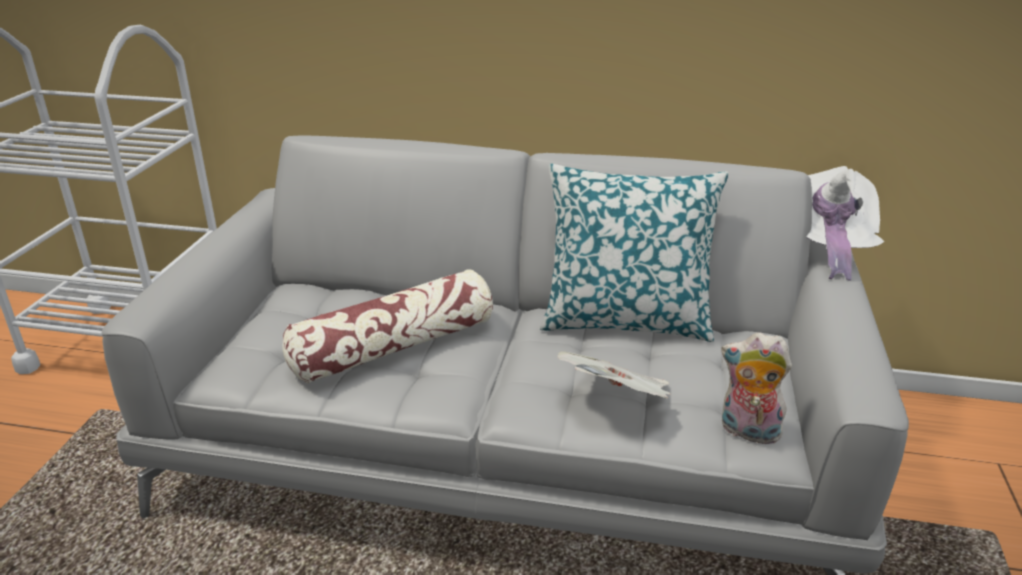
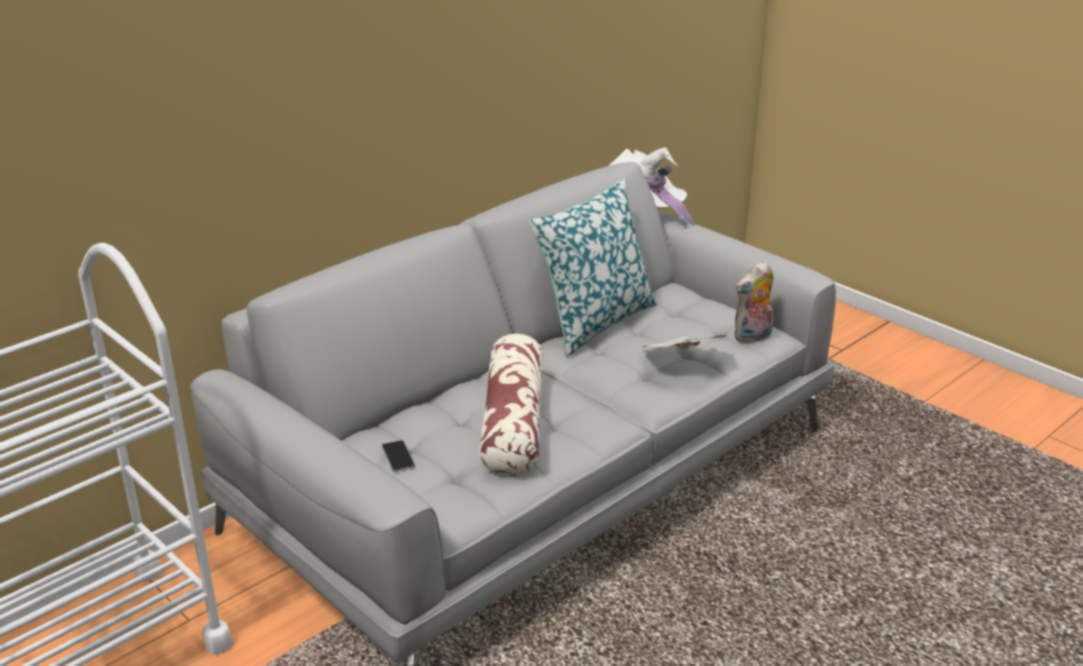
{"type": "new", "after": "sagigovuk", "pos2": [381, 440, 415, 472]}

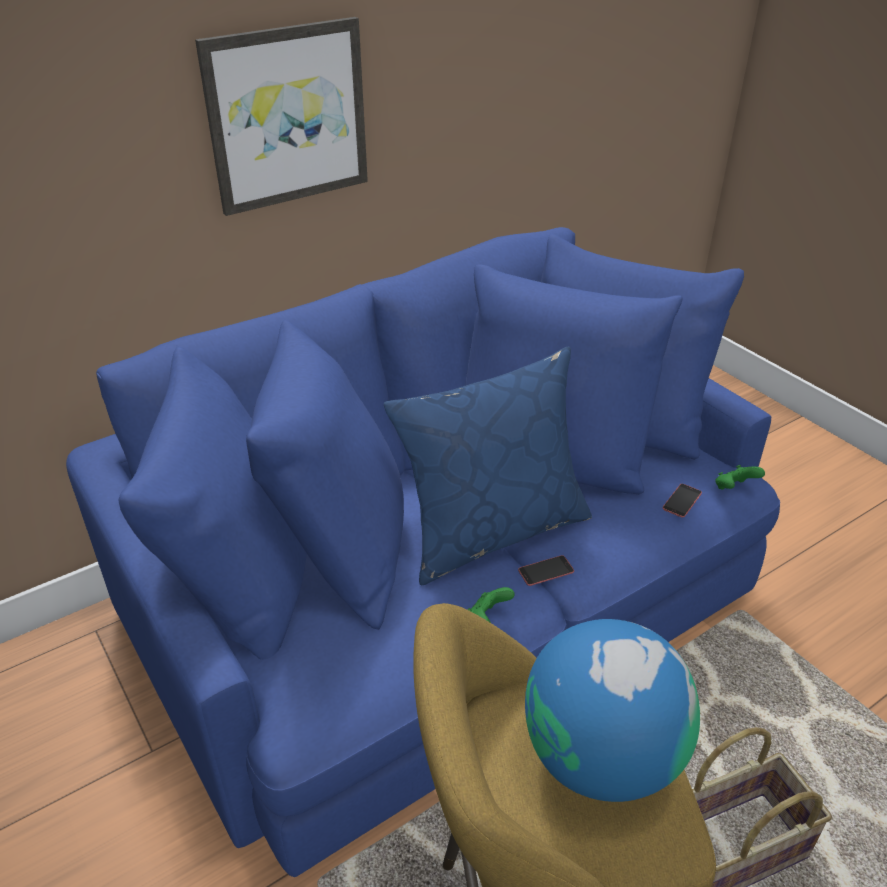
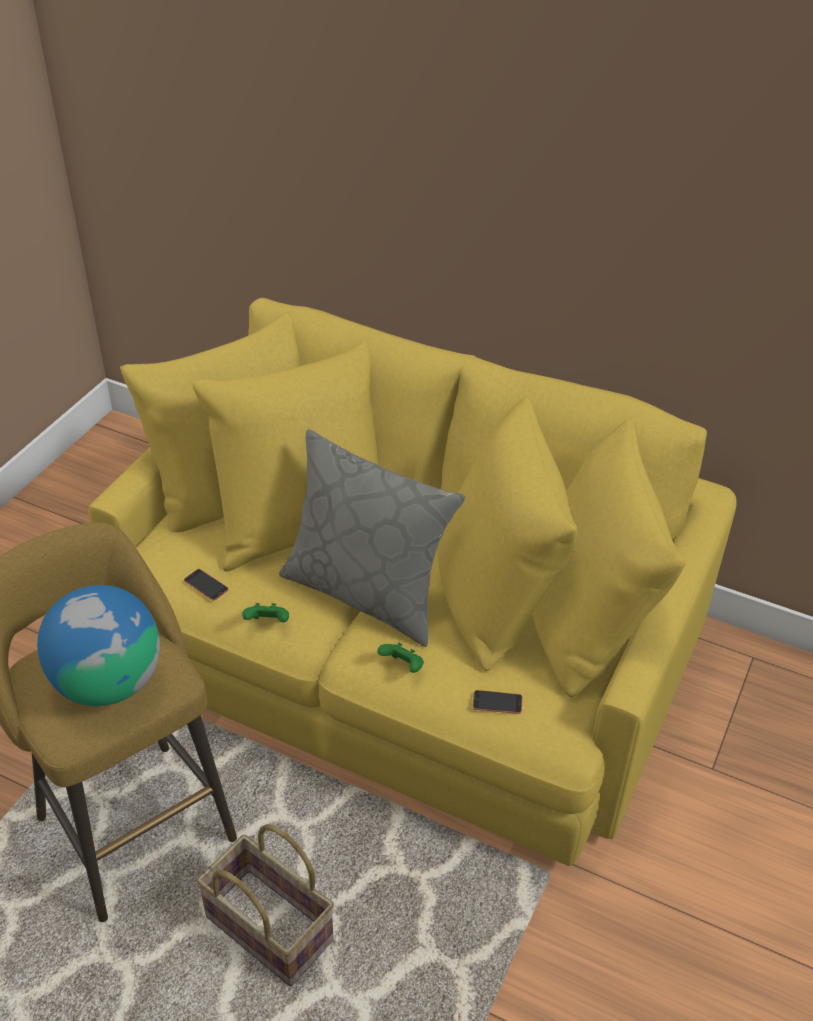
{"type": "gone", "before": "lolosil", "pos1": [195, 17, 368, 216]}
{"type": "shifted", "before": "sagigovuk", "pos1": [518, 555, 574, 586], "pos2": [184, 569, 228, 601]}
{"type": "shifted", "before": "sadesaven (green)", "pos1": [715, 465, 765, 489], "pos2": [377, 642, 424, 673]}
{"type": "repainted", "before": "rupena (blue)", "after": "rupena (yellow)", "pos1": [66, 227, 780, 877], "pos2": [88, 298, 737, 866]}
{"type": "repainted", "before": "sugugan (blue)", "after": "sugugan (grey)", "pos1": [384, 347, 592, 586], "pos2": [279, 429, 465, 647]}

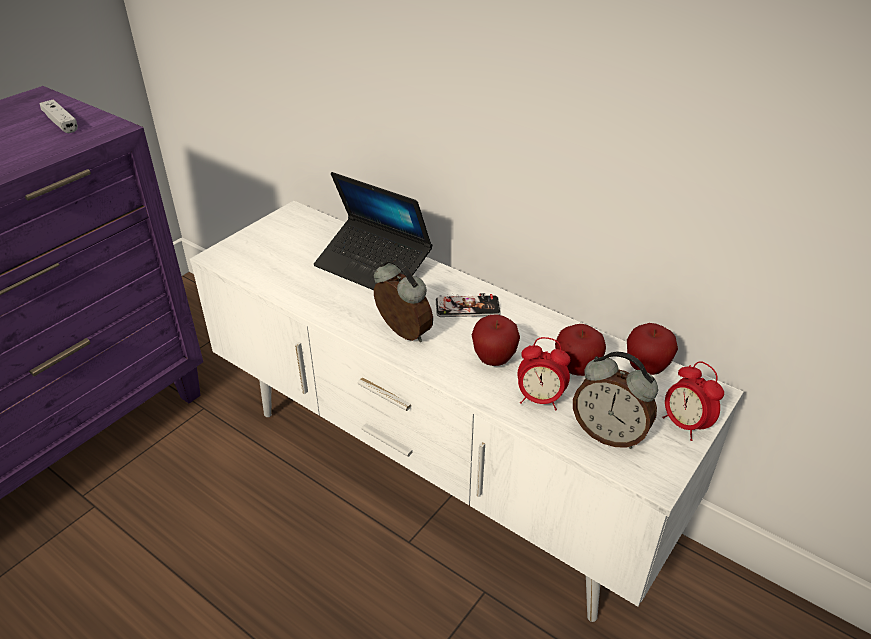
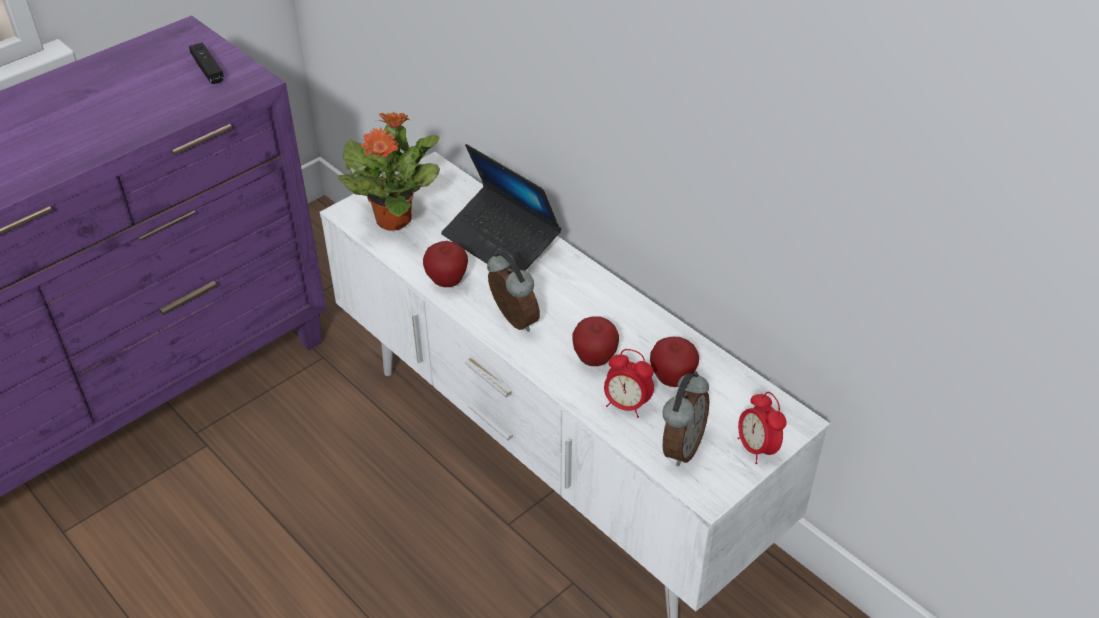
{"type": "gone", "before": "sagigovuk", "pos1": [436, 293, 501, 317]}
{"type": "new", "after": "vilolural", "pos2": [338, 112, 440, 231]}
{"type": "shifted", "before": "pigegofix", "pos1": [627, 323, 678, 375], "pos2": [423, 241, 468, 287]}
{"type": "repainted", "before": "sadesaven (white)", "after": "sadesaven (black)", "pos1": [39, 100, 78, 133], "pos2": [189, 43, 224, 84]}
{"type": "rotated", "before": "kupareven", "pos1": [573, 351, 658, 449], "pos2": [662, 371, 709, 466], "turn": -105}

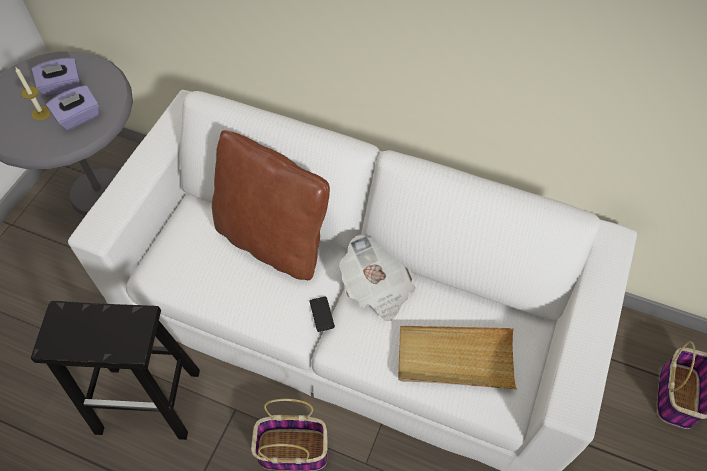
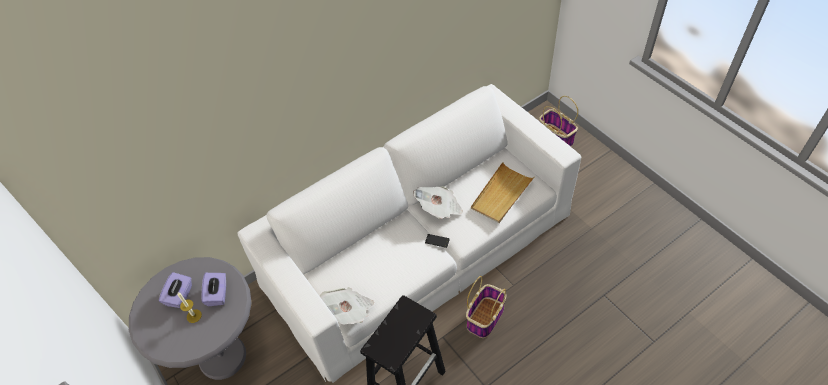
{"type": "gone", "before": "sugugan (brown)", "pos1": [212, 130, 330, 280]}
{"type": "new", "after": "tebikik", "pos2": [320, 287, 374, 325]}

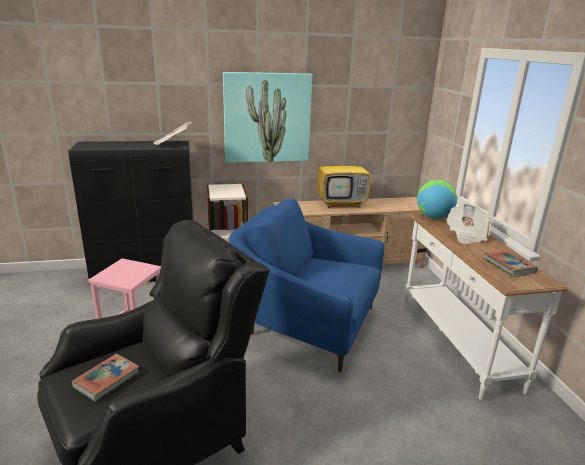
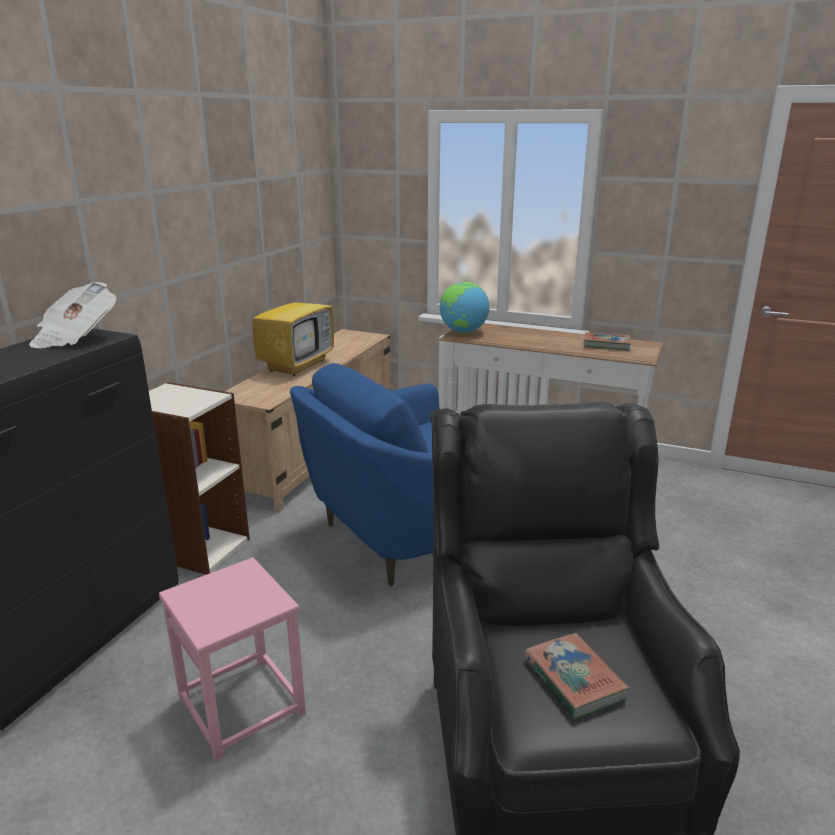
{"type": "gone", "before": "lolosil", "pos1": [223, 72, 312, 162]}
{"type": "gone", "before": "tebikik", "pos1": [446, 204, 492, 244]}

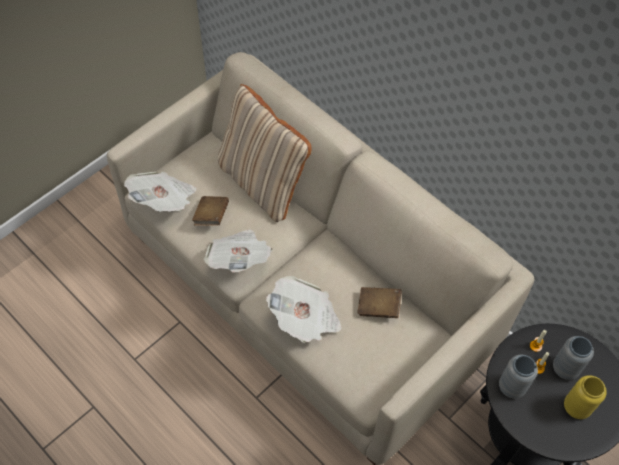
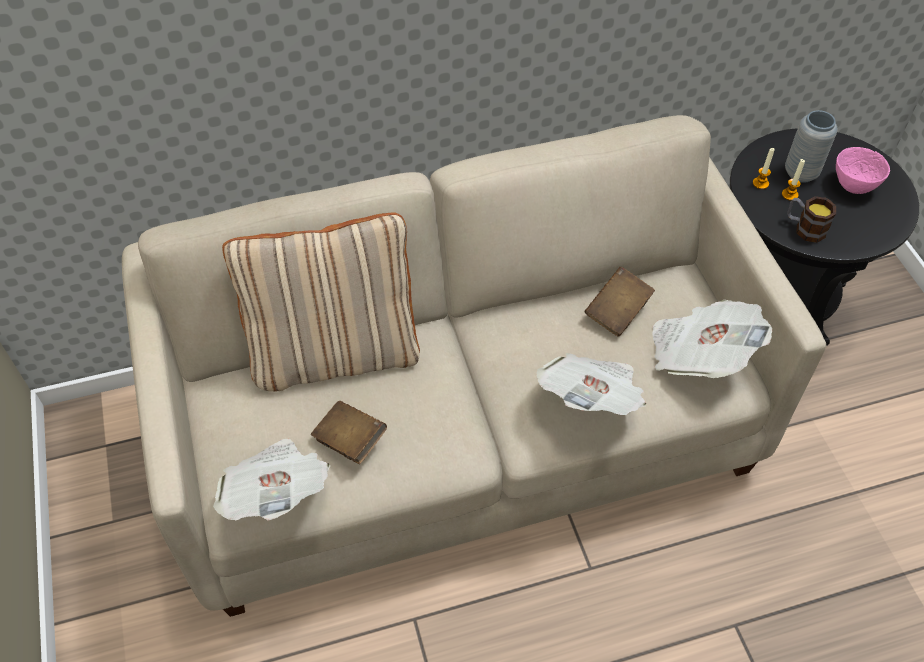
{"type": "shifted", "before": "tebikik", "pos1": [204, 229, 273, 273], "pos2": [652, 300, 772, 378]}
{"type": "swapped", "before": "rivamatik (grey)", "after": "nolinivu", "pos1": [499, 355, 538, 398], "pos2": [787, 196, 836, 243]}
{"type": "swapped", "before": "rivamatik (yellow)", "after": "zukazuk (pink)", "pos1": [564, 375, 607, 419], "pos2": [836, 147, 890, 194]}

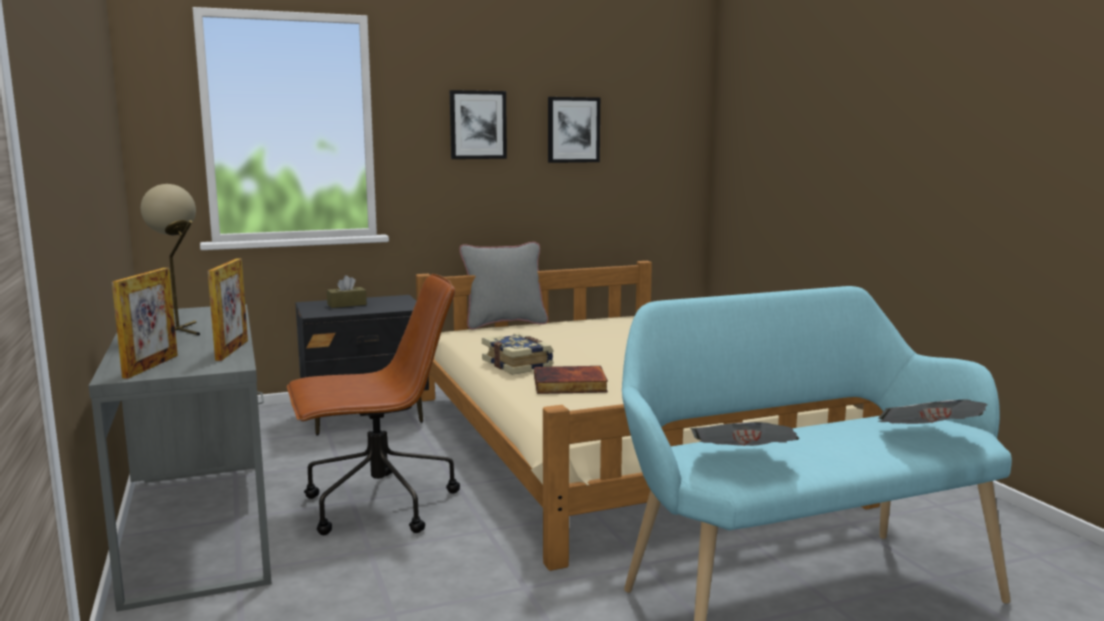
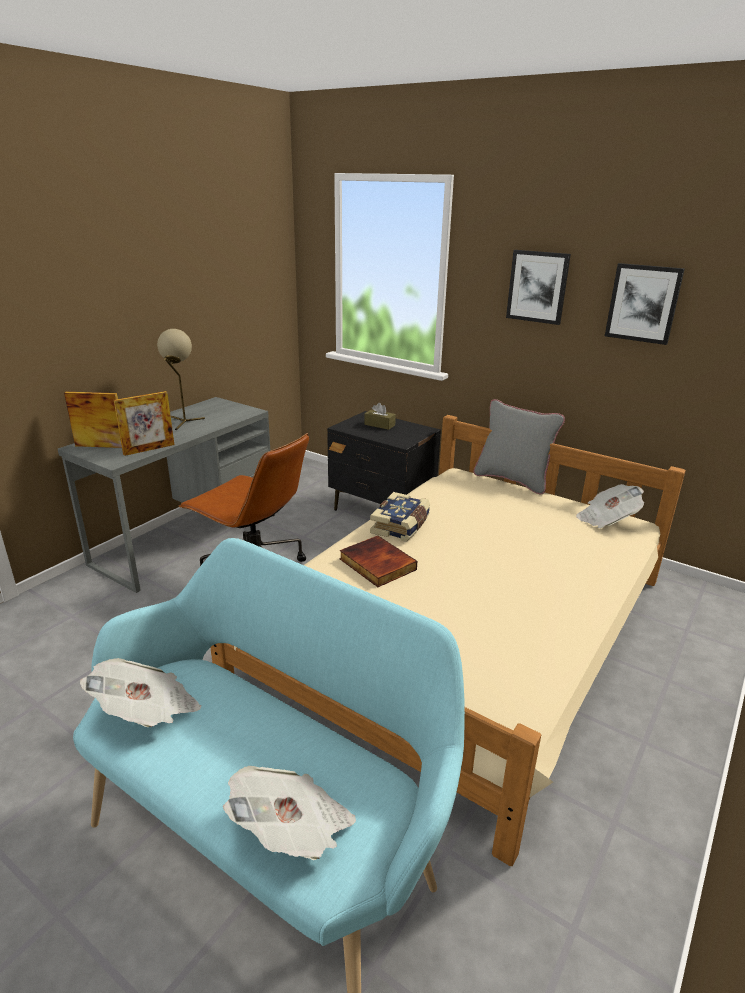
{"type": "new", "after": "tebikik", "pos2": [576, 484, 644, 528]}
{"type": "rotated", "before": "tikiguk", "pos1": [112, 268, 178, 379], "pos2": [64, 392, 122, 448], "turn": -150}

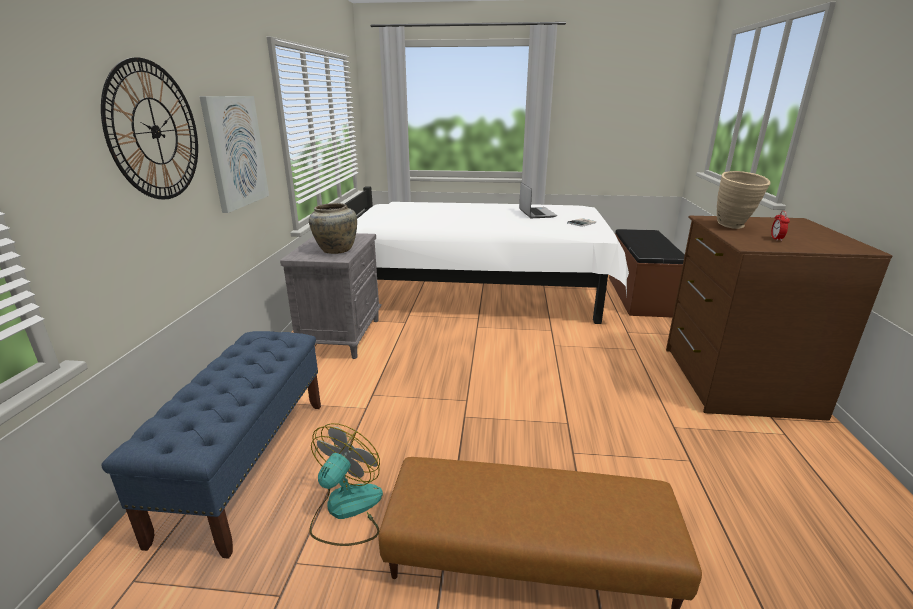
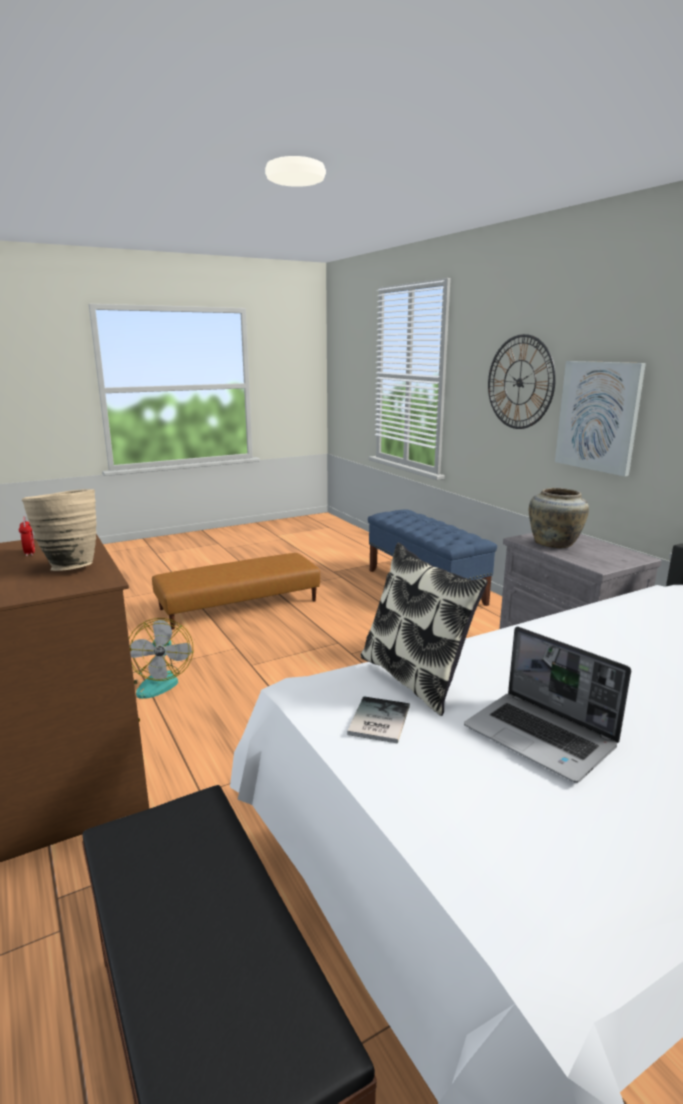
{"type": "new", "after": "sugugan", "pos2": [360, 543, 488, 716]}
{"type": "shifted", "before": "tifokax", "pos1": [310, 423, 383, 546], "pos2": [129, 618, 193, 699]}

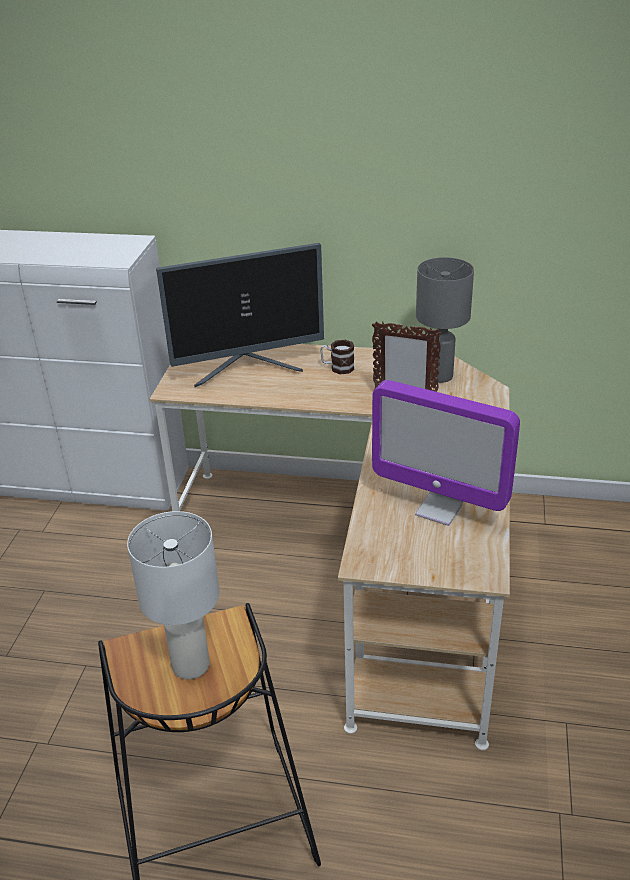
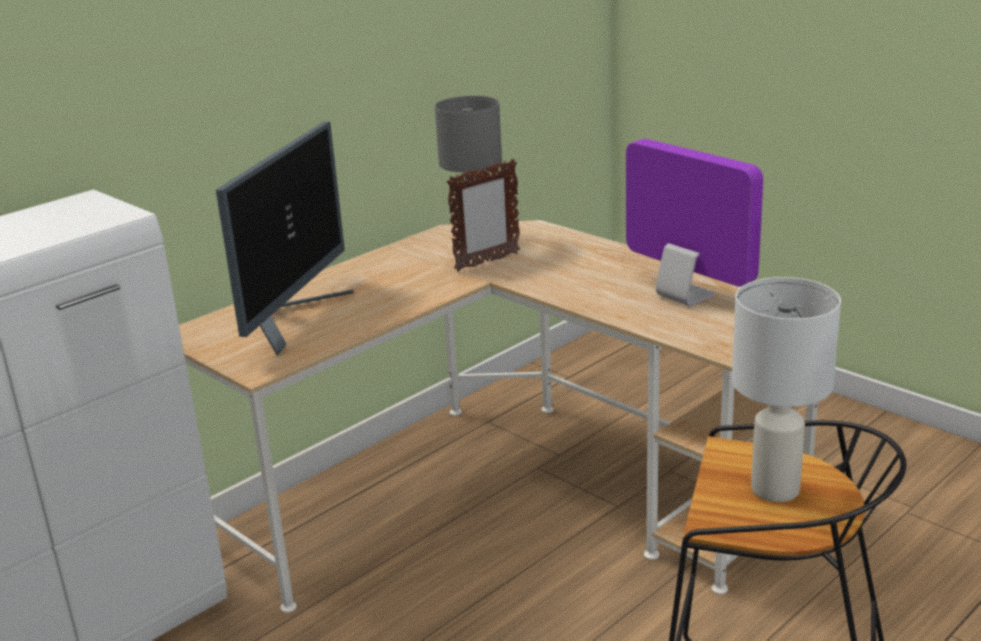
{"type": "gone", "before": "nolinivu", "pos1": [320, 340, 355, 374]}
{"type": "rotated", "before": "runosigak", "pos1": [372, 380, 520, 526], "pos2": [626, 139, 763, 306], "turn": -105}

